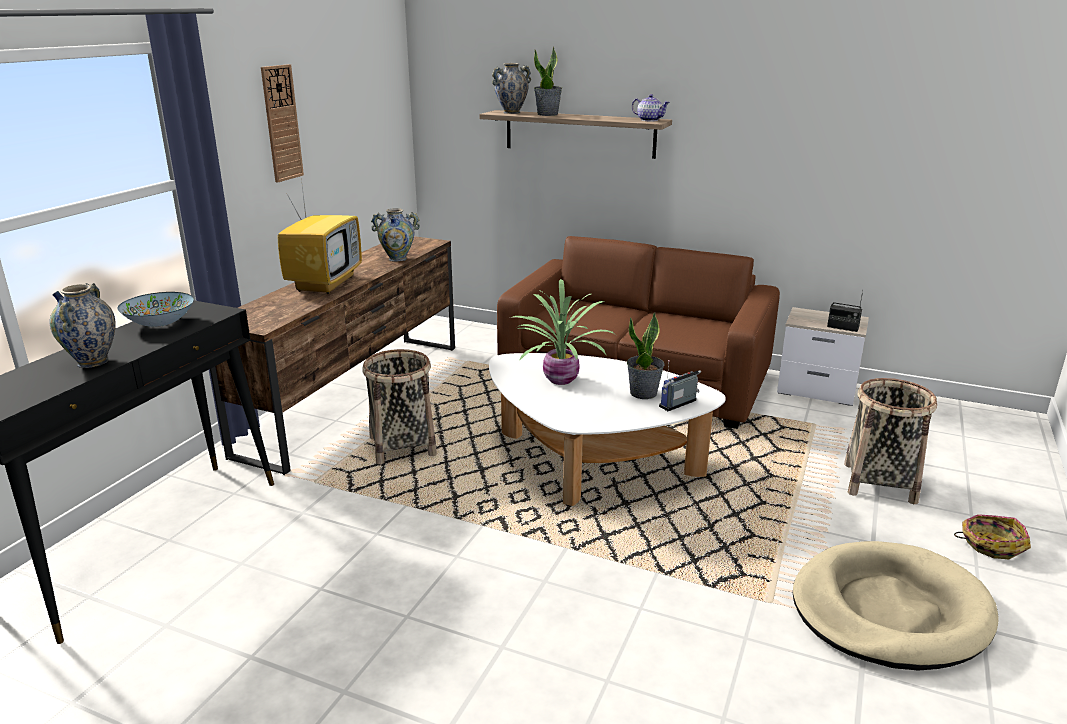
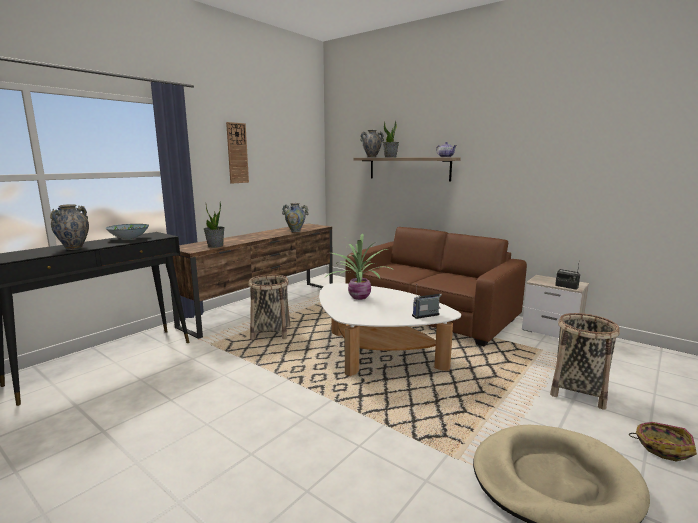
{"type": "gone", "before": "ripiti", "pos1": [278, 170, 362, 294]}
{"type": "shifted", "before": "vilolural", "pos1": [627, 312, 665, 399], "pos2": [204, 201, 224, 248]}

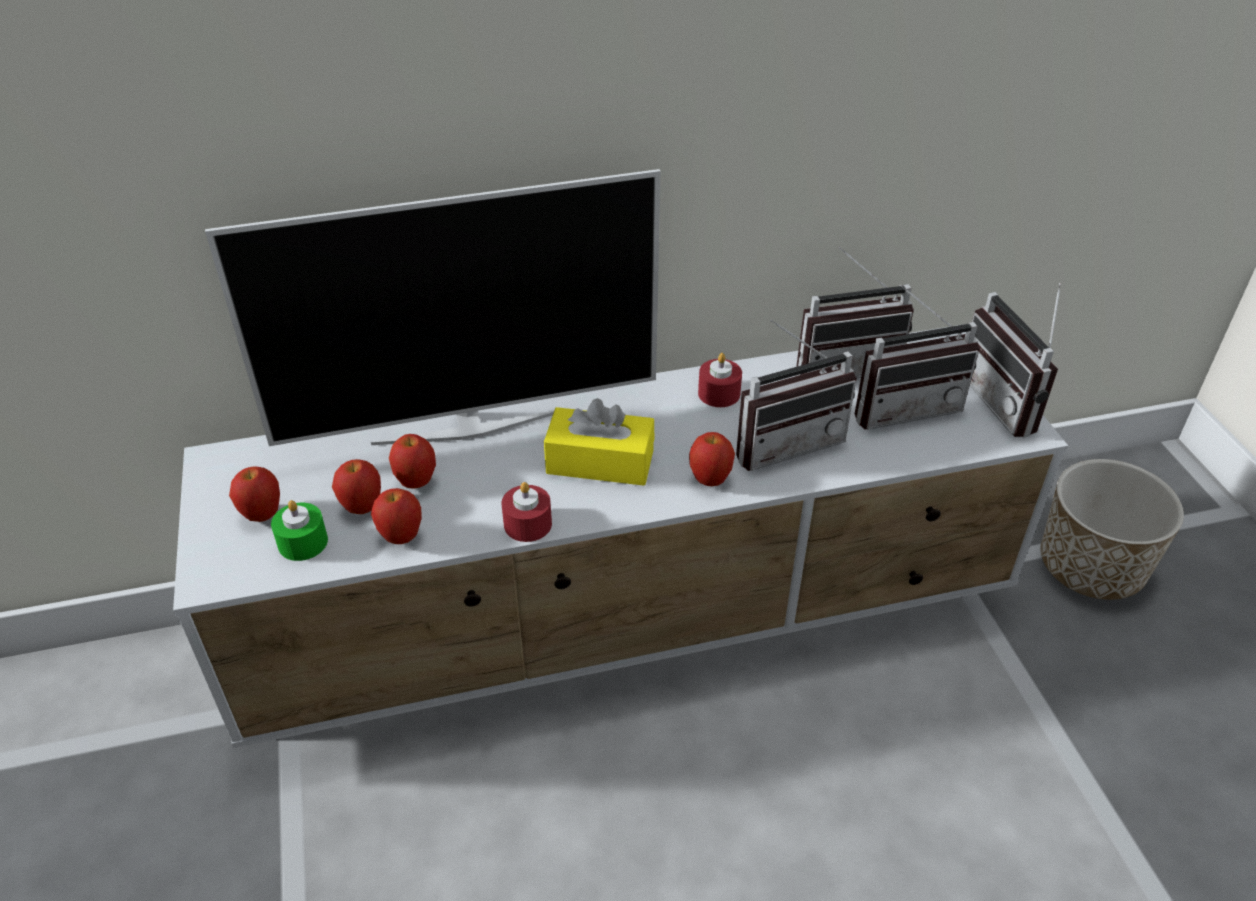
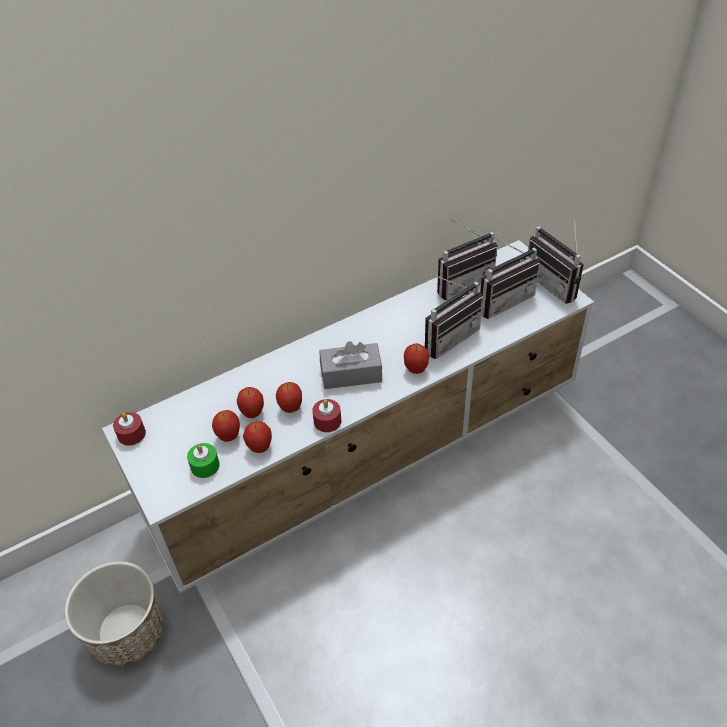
{"type": "gone", "before": "ripiti", "pos1": [205, 169, 661, 446]}
{"type": "shifted", "before": "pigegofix", "pos1": [229, 466, 280, 522], "pos2": [276, 382, 302, 413]}
{"type": "shifted", "before": "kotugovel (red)", "pos1": [698, 353, 742, 407], "pos2": [113, 412, 146, 446]}
{"type": "shifted", "before": "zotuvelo", "pos1": [1040, 459, 1184, 600], "pos2": [64, 561, 164, 666]}
{"type": "repainted", "before": "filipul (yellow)", "after": "filipul (grey)", "pos1": [544, 398, 654, 486], "pos2": [319, 341, 383, 389]}

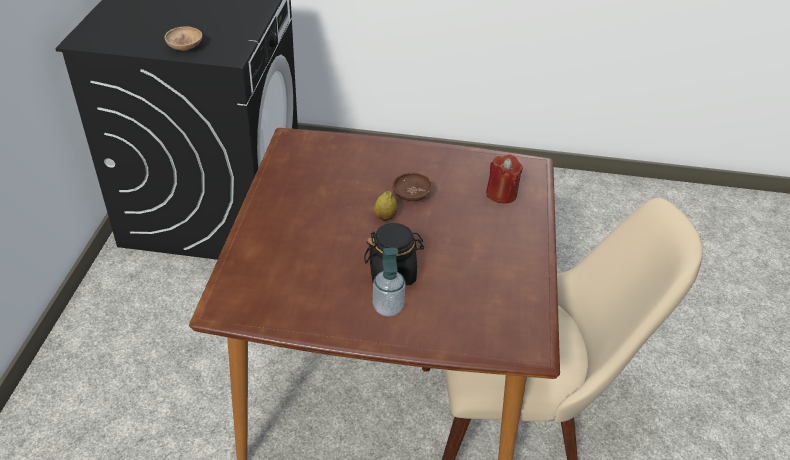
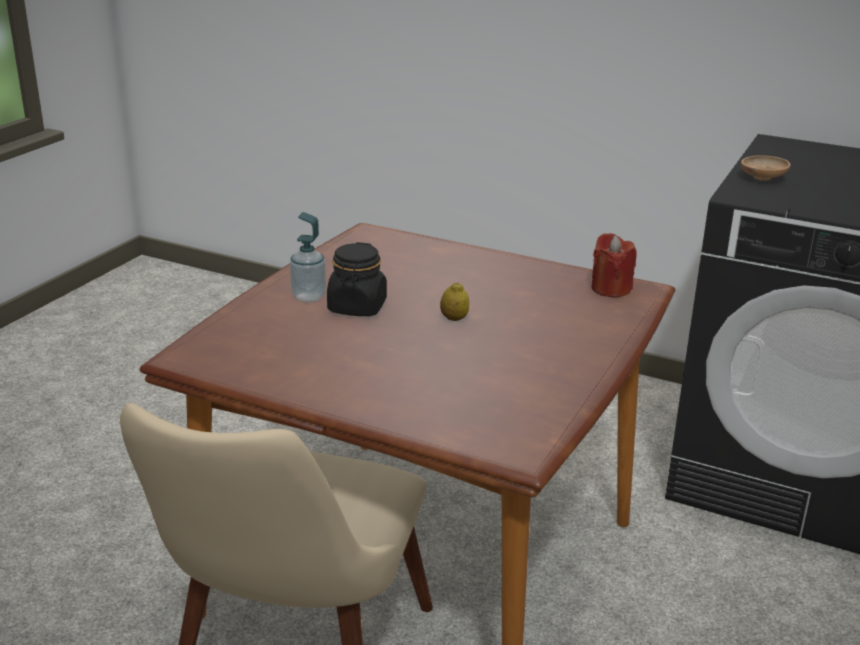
{"type": "gone", "before": "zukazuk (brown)", "pos1": [392, 173, 433, 201]}
{"type": "shifted", "before": "kotugovel (red)", "pos1": [486, 155, 523, 204], "pos2": [592, 233, 637, 297]}

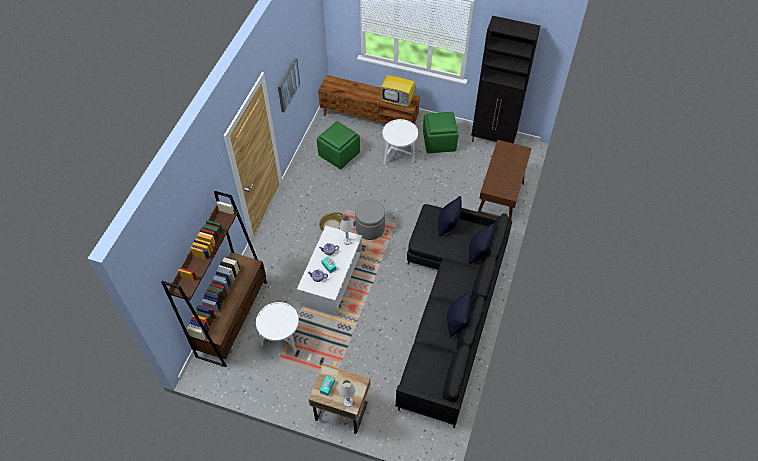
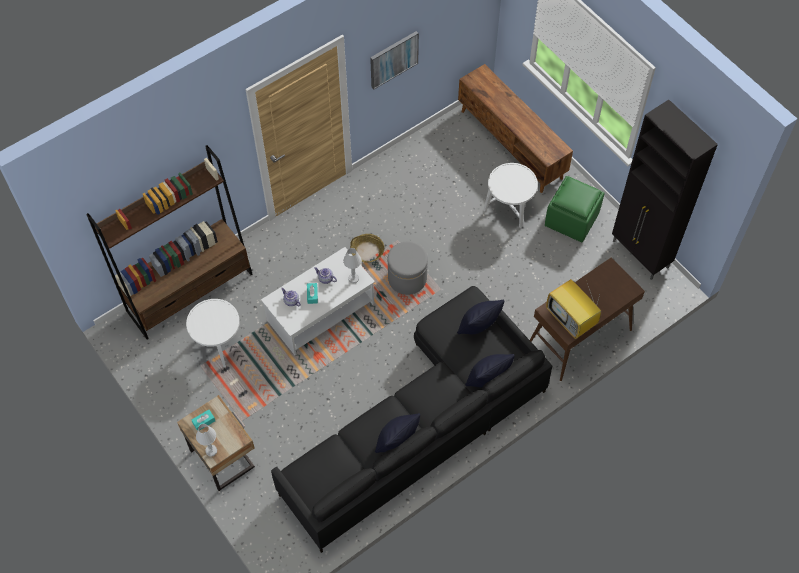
{"type": "gone", "before": "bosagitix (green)", "pos1": [317, 121, 360, 170]}
{"type": "shifted", "before": "ripiti", "pos1": [380, 68, 415, 107], "pos2": [546, 279, 601, 339]}

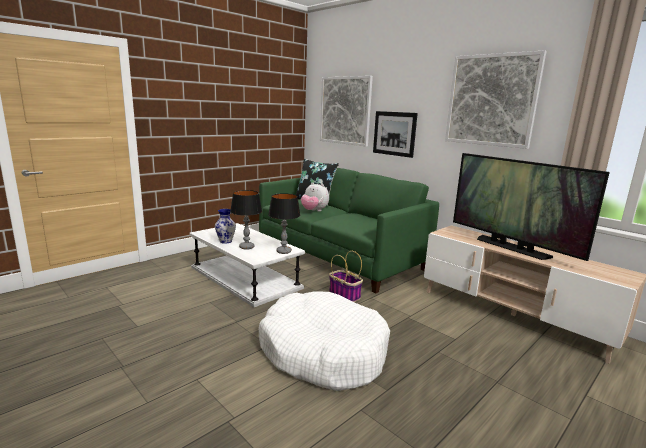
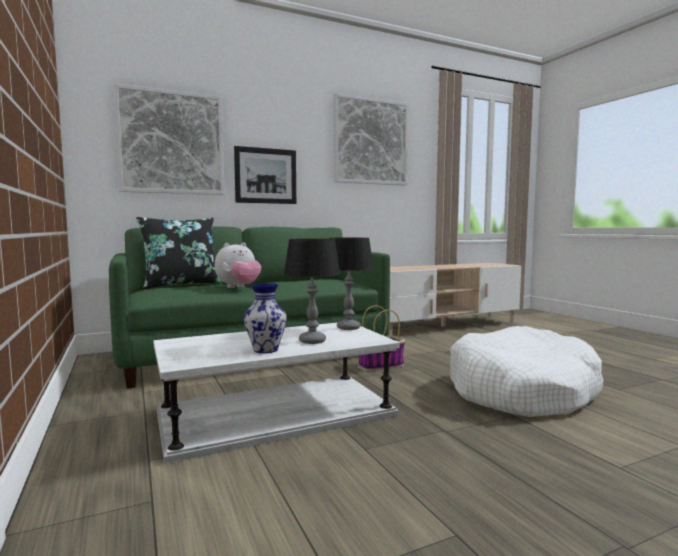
{"type": "gone", "before": "ripiti", "pos1": [453, 153, 610, 261]}

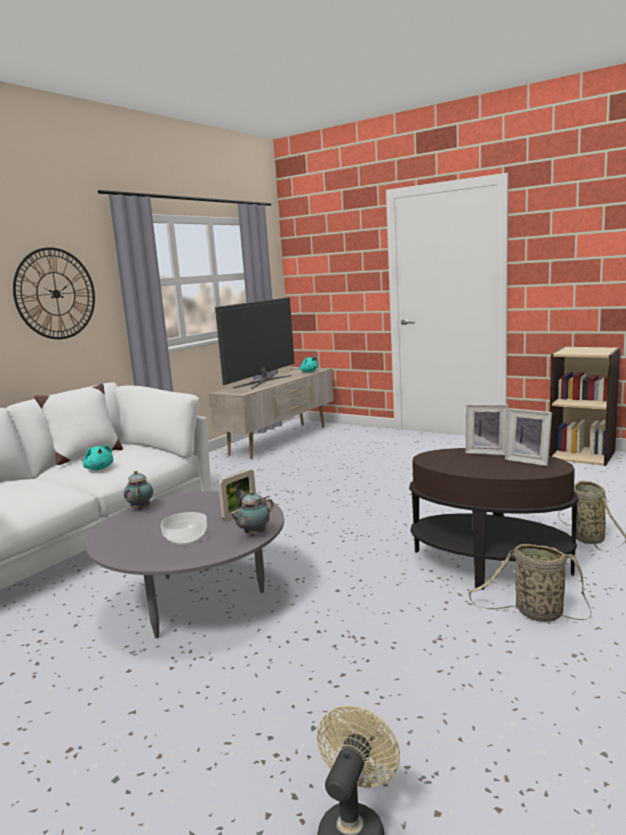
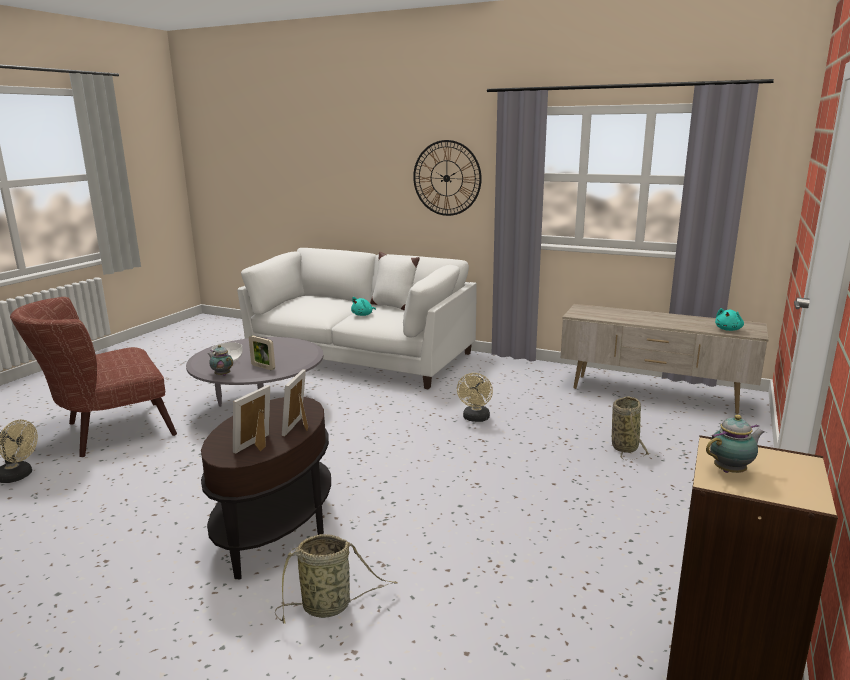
{"type": "gone", "before": "ripiti", "pos1": [215, 297, 295, 389]}
{"type": "new", "after": "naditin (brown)", "pos2": [10, 297, 177, 457]}
{"type": "new", "after": "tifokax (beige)", "pos2": [457, 373, 493, 422]}
{"type": "shifted", "before": "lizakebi", "pos1": [124, 471, 153, 510], "pos2": [706, 415, 764, 473]}
{"type": "shifted", "before": "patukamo", "pos1": [468, 544, 592, 622], "pos2": [612, 396, 649, 460]}

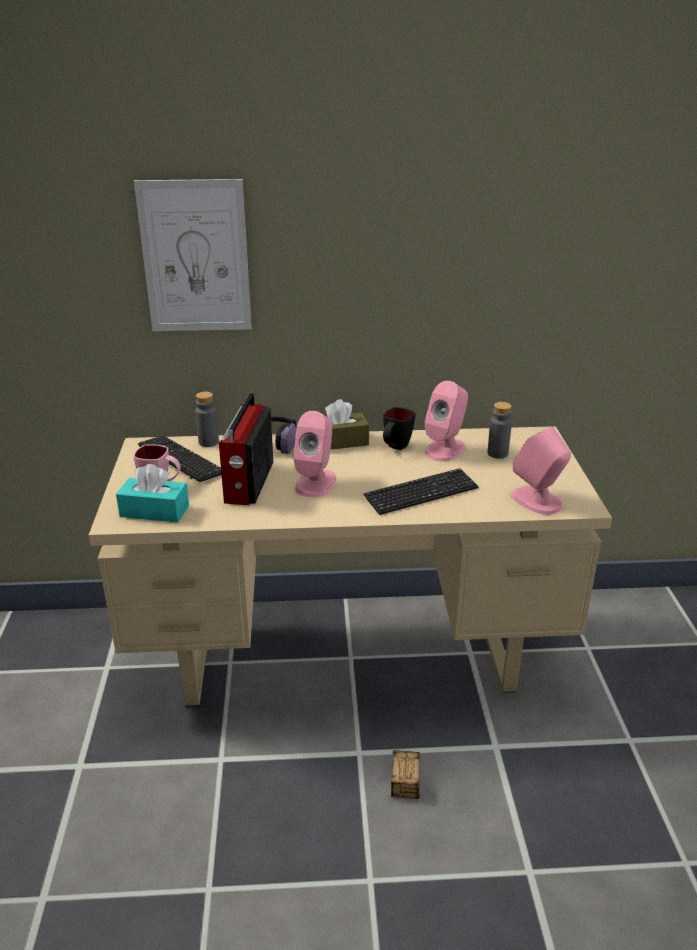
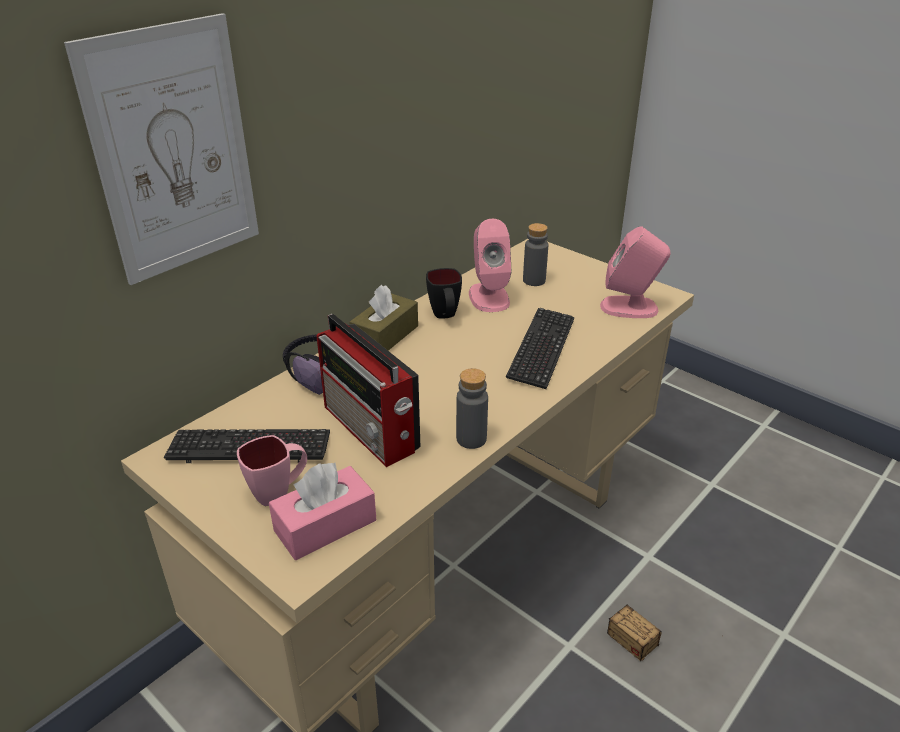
{"type": "gone", "before": "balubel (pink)", "pos1": [293, 411, 336, 497]}
{"type": "shifted", "before": "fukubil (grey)", "pos1": [195, 392, 219, 447], "pos2": [456, 368, 488, 449]}
{"type": "repainted", "before": "filipul (turquoise)", "after": "filipul (pink)", "pos1": [116, 464, 189, 522], "pos2": [269, 463, 376, 560]}

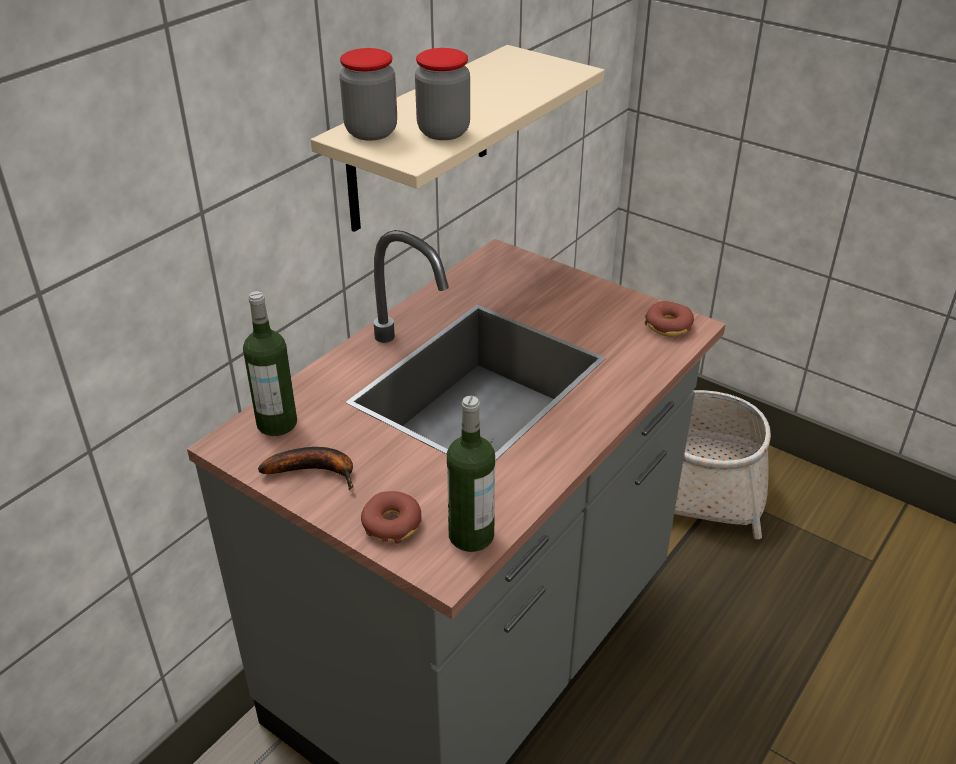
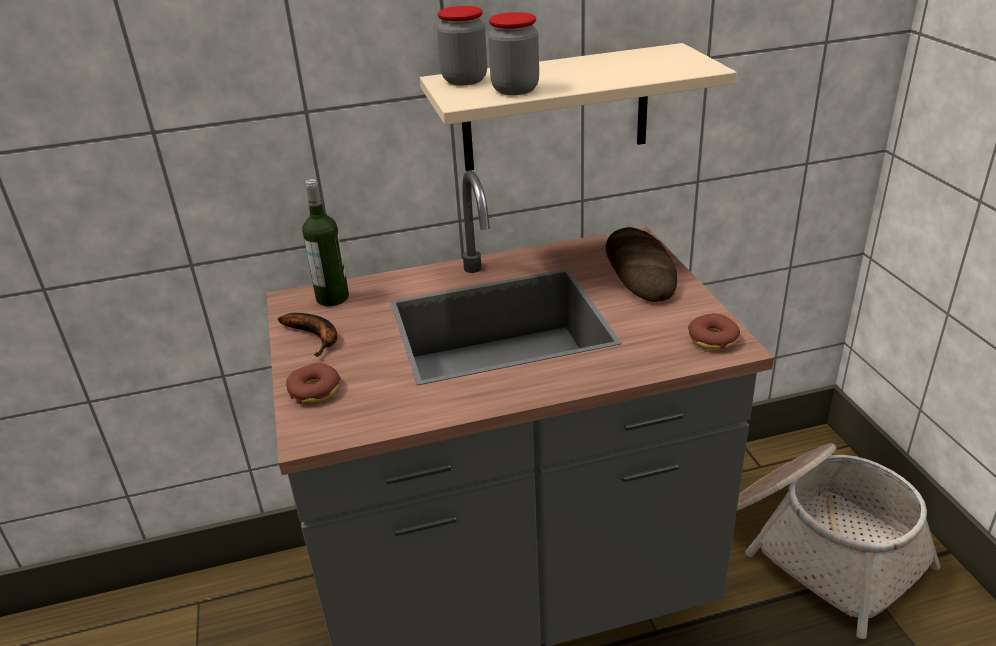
{"type": "gone", "before": "fukubil", "pos1": [447, 396, 495, 552]}
{"type": "new", "after": "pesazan", "pos2": [606, 227, 677, 302]}

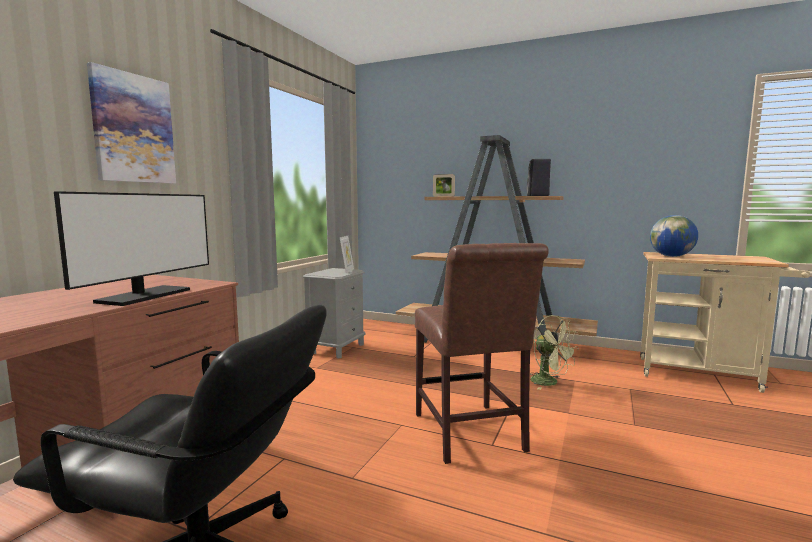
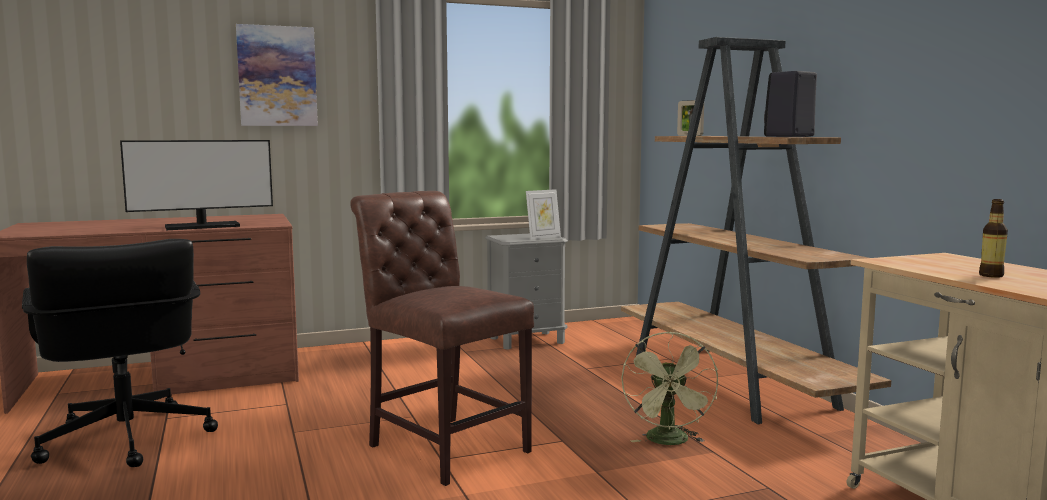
{"type": "gone", "before": "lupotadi", "pos1": [650, 215, 698, 257]}
{"type": "new", "after": "fukubil", "pos2": [979, 199, 1008, 278]}
{"type": "rotated", "before": "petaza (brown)", "pos1": [415, 243, 549, 464], "pos2": [350, 191, 534, 486], "turn": 105}

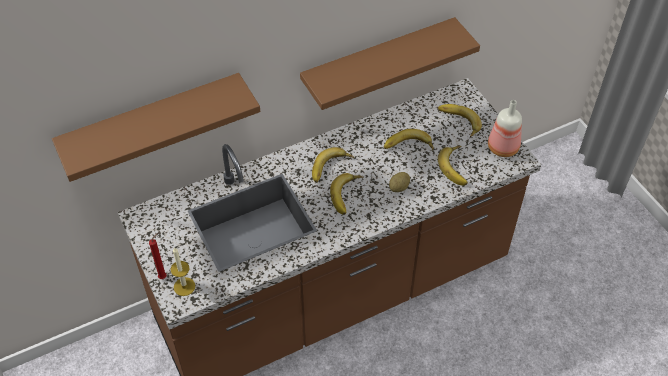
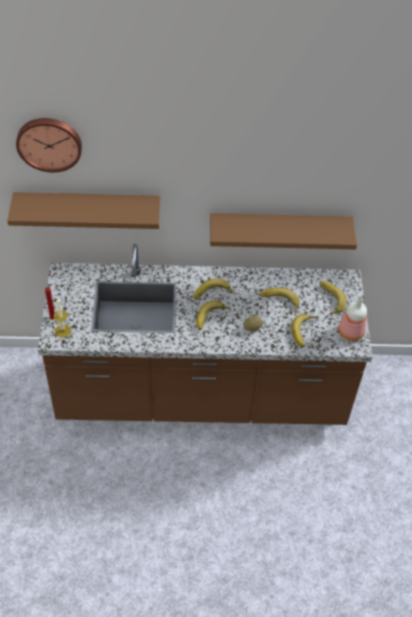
{"type": "new", "after": "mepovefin", "pos2": [16, 118, 82, 172]}

